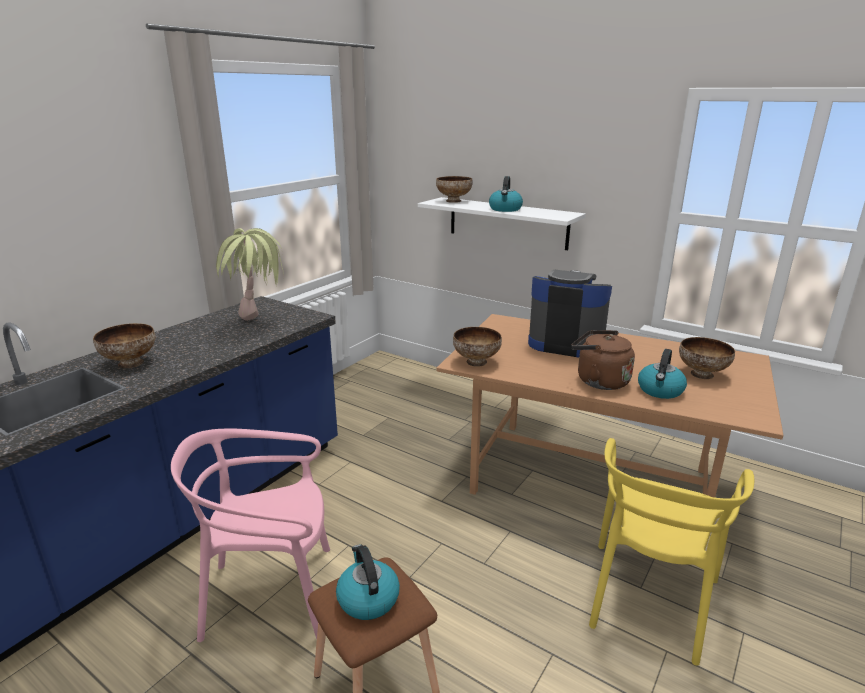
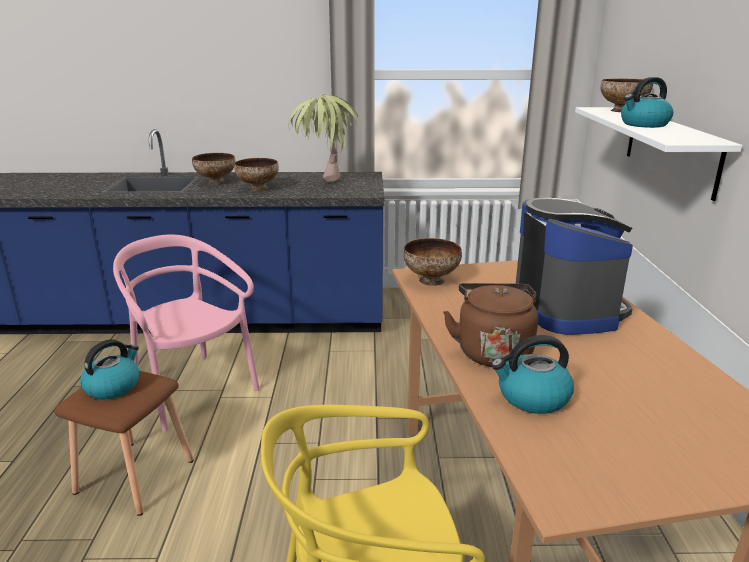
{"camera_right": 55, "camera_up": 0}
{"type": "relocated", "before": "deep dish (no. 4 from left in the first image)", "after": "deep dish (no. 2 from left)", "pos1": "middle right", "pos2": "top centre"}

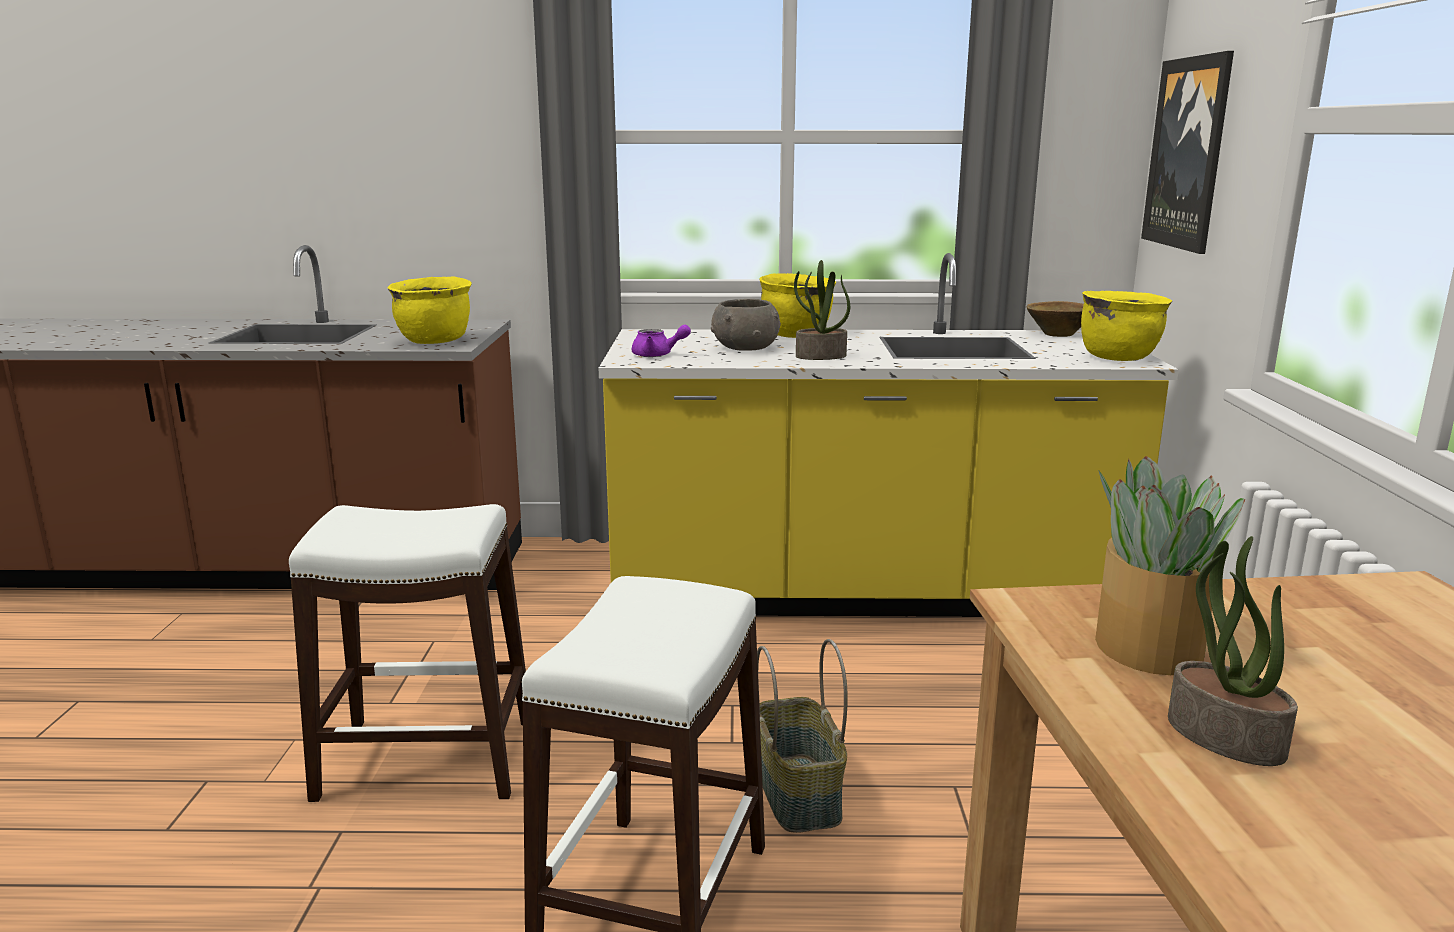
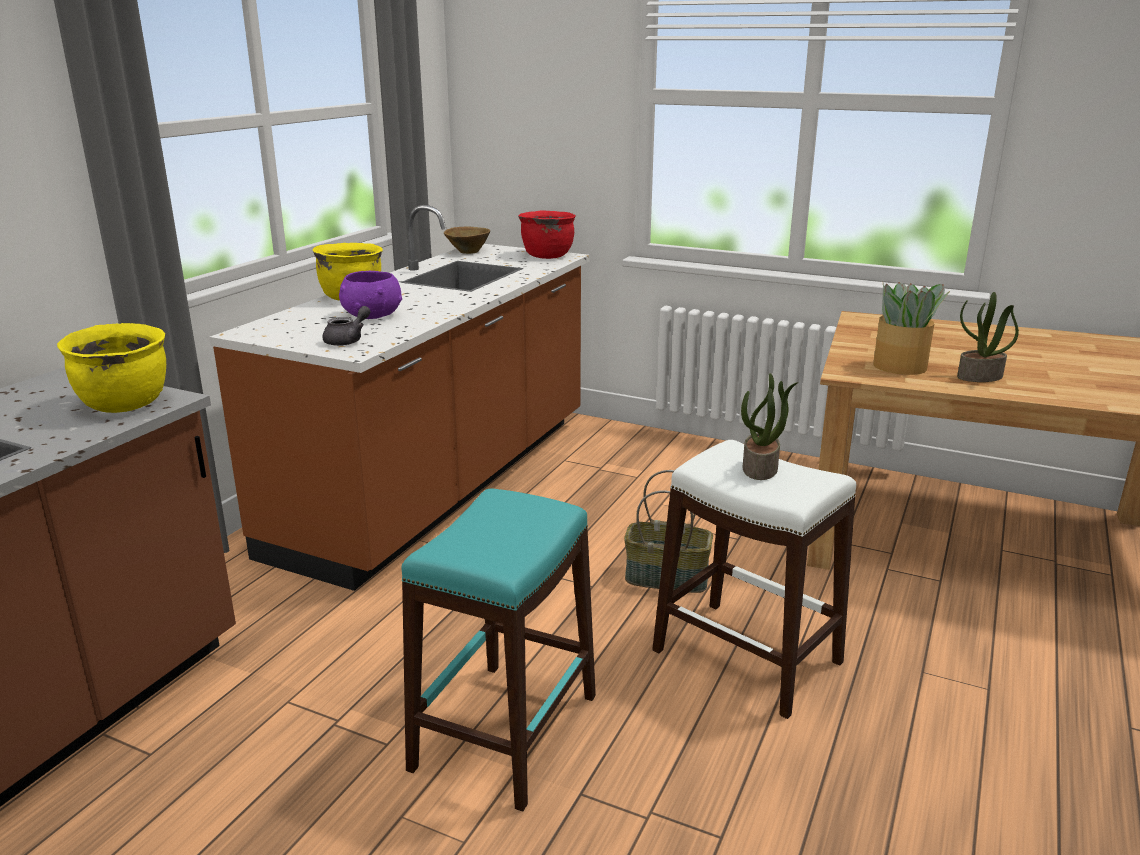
{"camera_right": -65, "camera_up": 5}
{"type": "missing", "before": "picture", "pos1": "top right"}
{"type": "colour", "before": "yellowish counter", "after": "brownish counter (no. 2 from left)", "pos1": "centre", "pos2": "centre"}
{"type": "relocated", "before": "potted plant (no. 1 from left)", "pos1": "top centre", "pos2": "middle right"}
{"type": "colour", "before": "yellowish stockpot (no. 3 from left)", "after": "reddish stockpot", "pos1": "middle right", "pos2": "top centre"}
{"type": "colour", "before": "grey deep dish", "after": "purple-coloured deep dish", "pos1": "centre", "pos2": "middle left"}
{"type": "colour", "before": "purple-coloured teapot", "after": "grey teapot", "pos1": "centre", "pos2": "middle left"}
{"type": "colour", "before": "white-coloured stool (no. 1 from left)", "after": "turquoise stool", "pos1": "bottom left", "pos2": "bottom centre"}

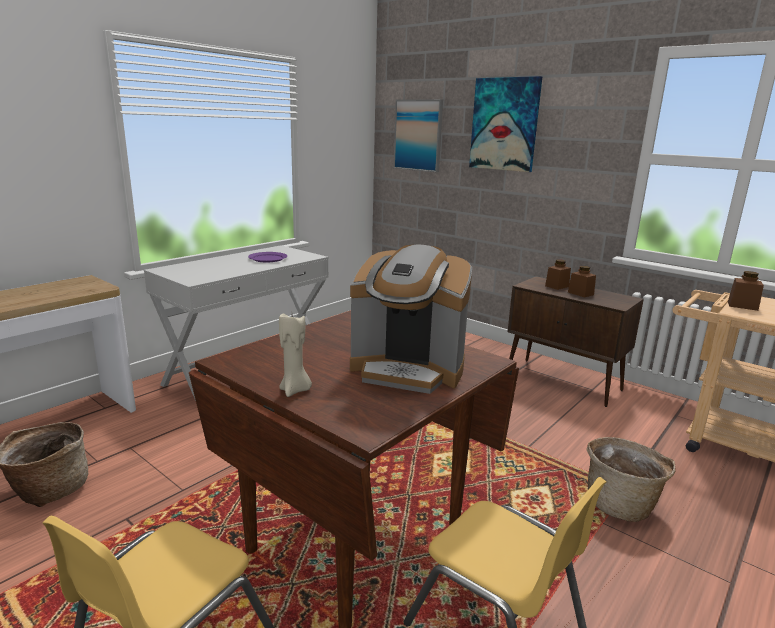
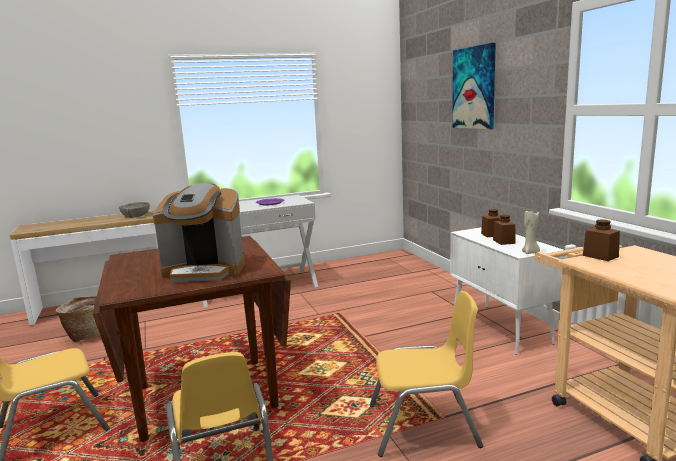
{"camera_right": 30, "camera_up": -5}
{"type": "missing", "before": "picture (no. 1 from left)", "pos1": "top centre"}
{"type": "spun", "before": "coffee maker", "pos1": "centre", "pos2": "middle left", "turn": -45}
{"type": "colour", "before": "brownish cabinet", "after": "white-coloured cabinet", "pos1": "middle right", "pos2": "middle right"}
{"type": "relocated", "before": "beige-coloured wax candle", "pos1": "centre", "pos2": "middle right"}
{"type": "exchanged", "before": "storage basket (no. 2 from left)", "after": "yellowish plain chair (no. 3 from left)", "pos1": "bottom right", "pos2": "bottom centre"}
{"type": "appeared", "after": "grey deep dish", "pos2": "middle left"}

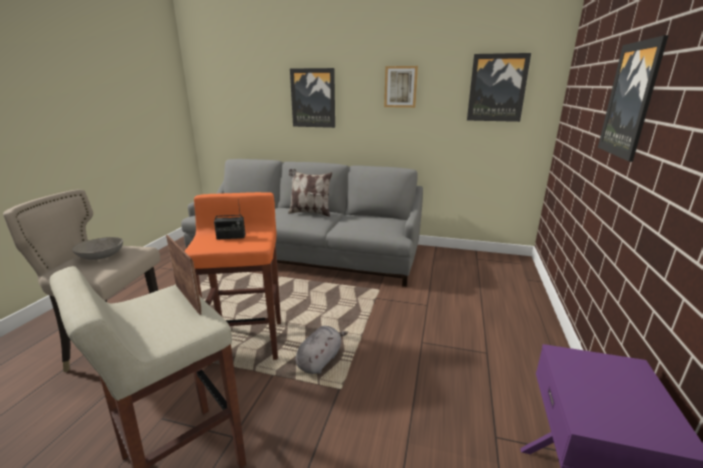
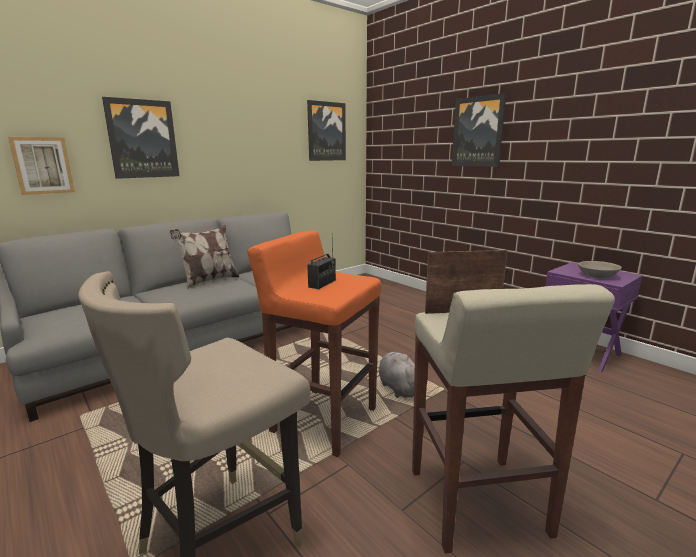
{"camera_right": -55, "camera_up": -5}
{"type": "relocated", "before": "picture (no. 2 from left in the first image)", "after": "picture (no. 1 from left)", "pos1": "top centre", "pos2": "top left"}
{"type": "relocated", "before": "grey deep dish", "pos1": "middle left", "pos2": "middle right"}

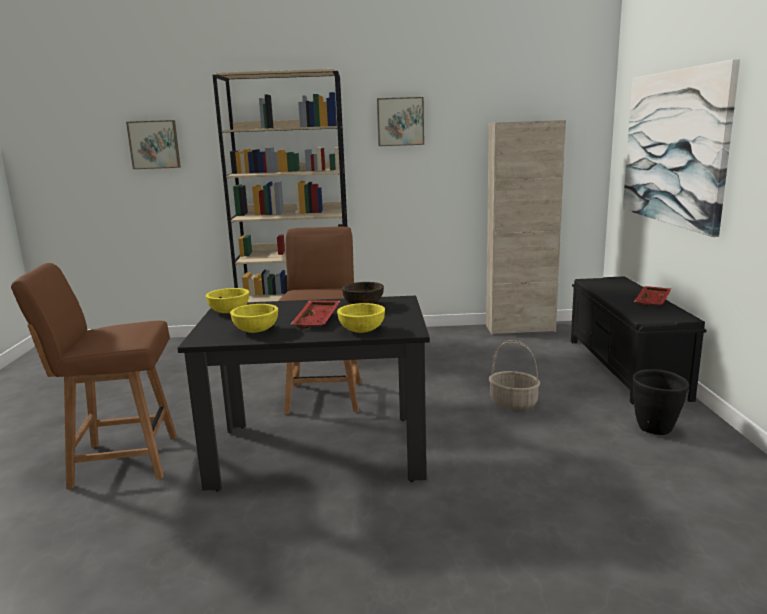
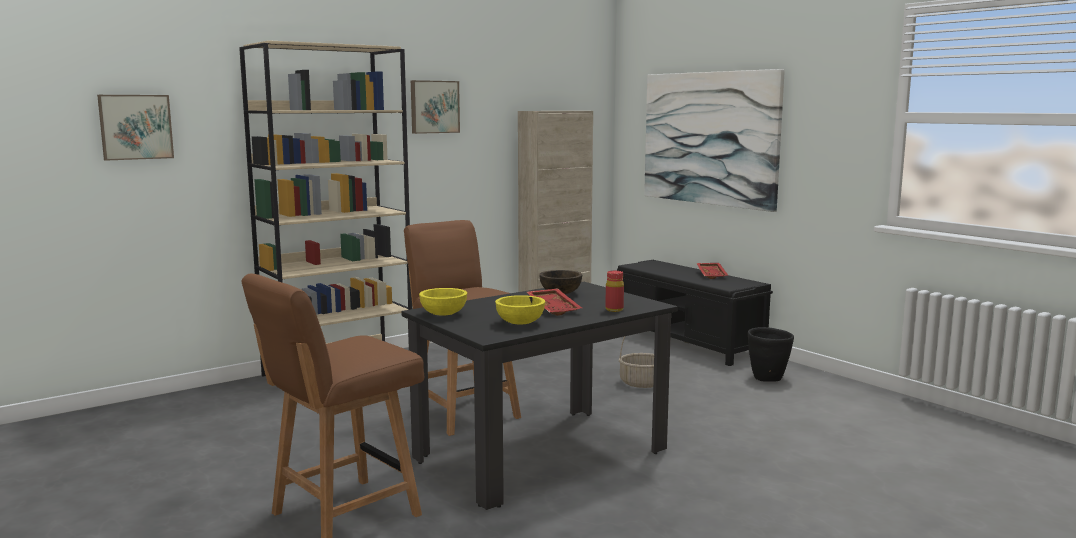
{"camera_right": -35, "camera_up": -5}
{"type": "exchanged", "before": "yellowish deep dish (no. 3 from left)", "after": "reddish beverage bottle", "pos1": "centre", "pos2": "centre"}

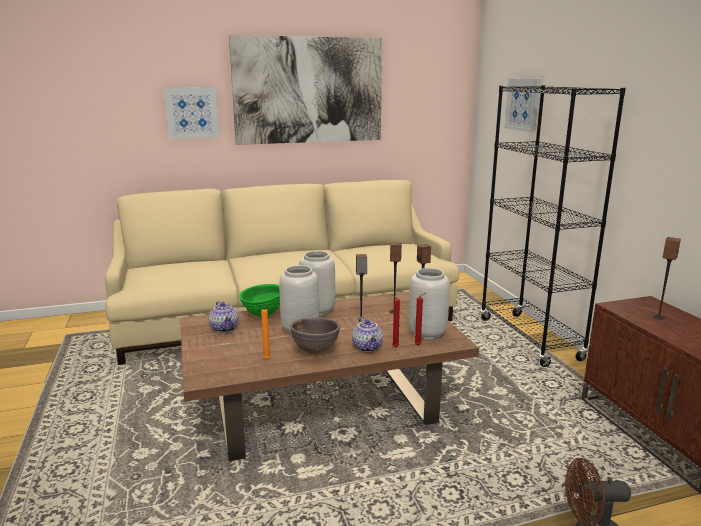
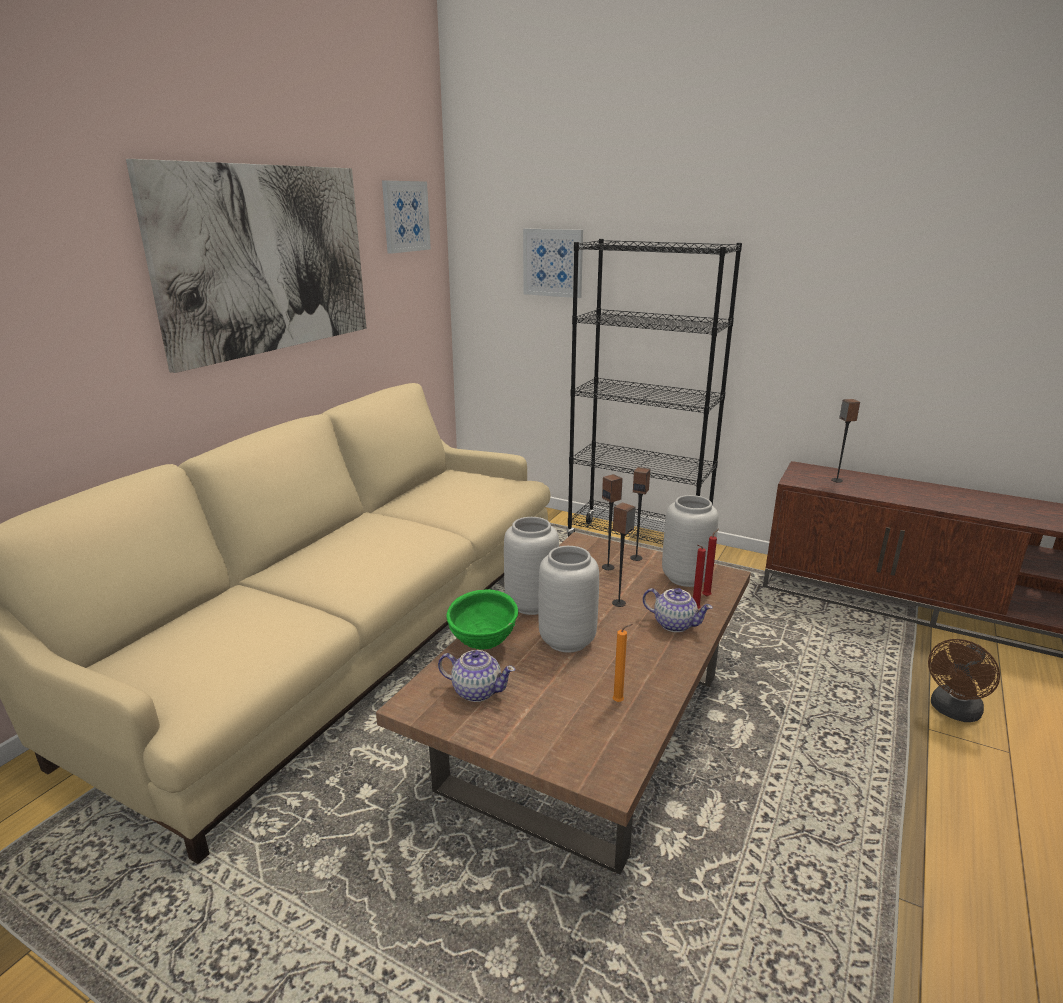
{"camera_right": -45, "camera_up": 5}
{"type": "relocated", "before": "picture (no. 1 from left in the first image)", "after": "picture (no. 2 from left)", "pos1": "top left", "pos2": "top centre"}
{"type": "missing", "before": "brownish deep dish", "pos1": "centre"}

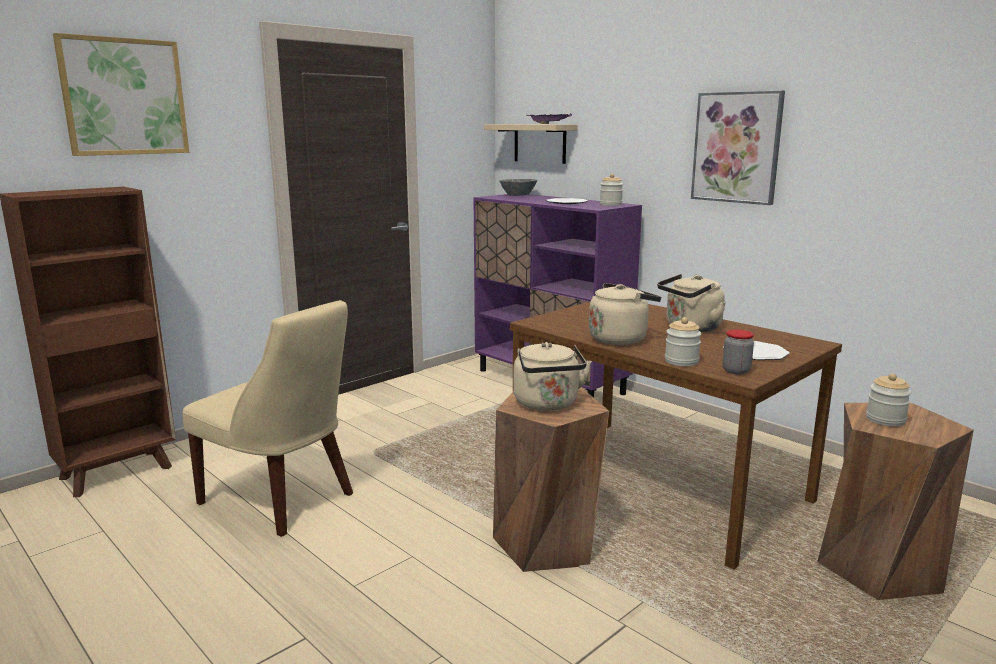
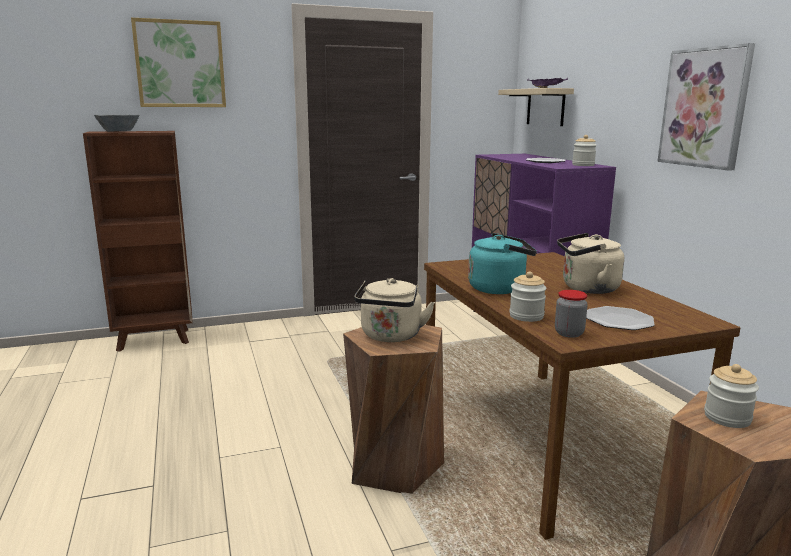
{"camera_right": 25, "camera_up": 0}
{"type": "relocated", "before": "grey deep dish", "pos1": "top centre", "pos2": "top left"}
{"type": "colour", "before": "beige-coloured tea kettle (no. 2 from left)", "after": "turquoise tea kettle", "pos1": "centre", "pos2": "centre"}
{"type": "missing", "before": "beige-coloured plain chair", "pos1": "middle left"}

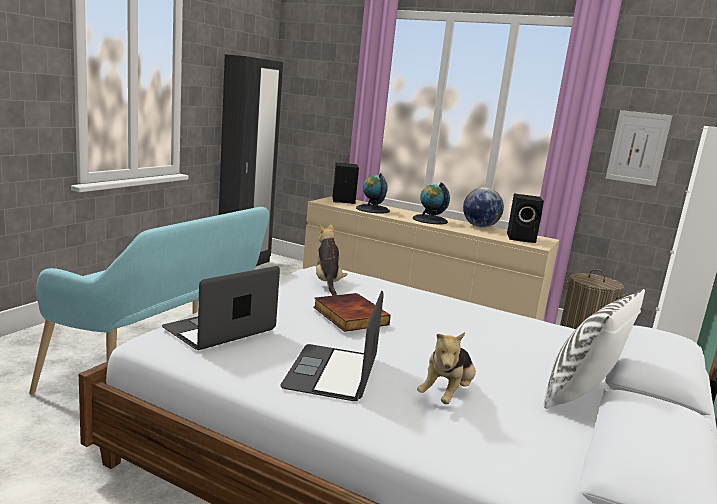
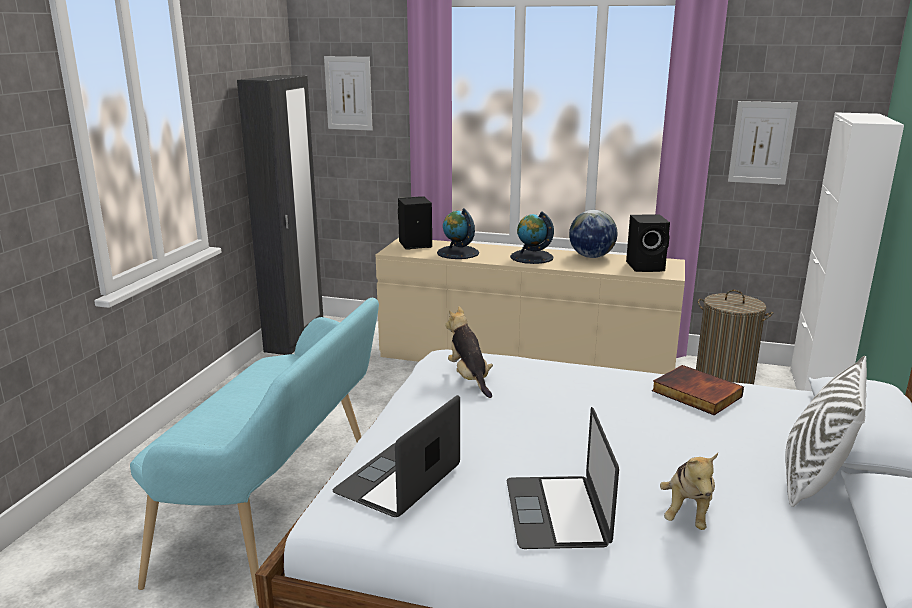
{"camera_right": -10, "camera_up": 5}
{"type": "relocated", "before": "book", "pos1": "centre", "pos2": "middle right"}
{"type": "appeared", "after": "picture (no. 1 from left)", "pos2": "top centre"}

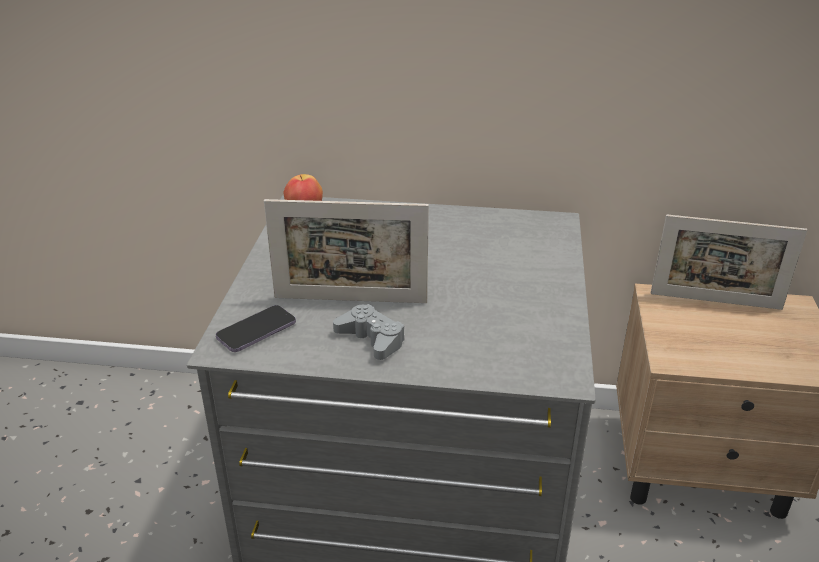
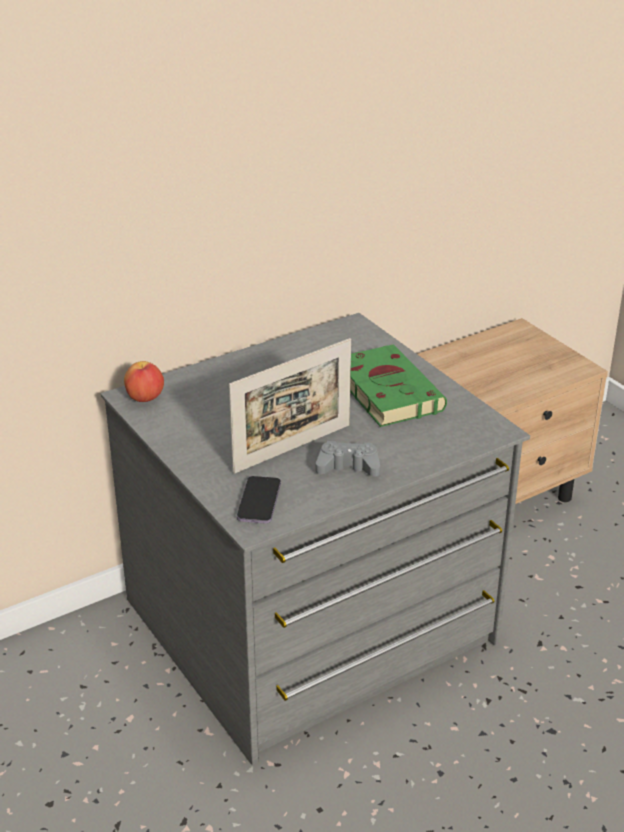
{"camera_right": -40, "camera_up": 0}
{"type": "missing", "before": "photo frame (no. 2 from left)", "pos1": "middle right"}
{"type": "appeared", "after": "green book", "pos2": "centre"}

